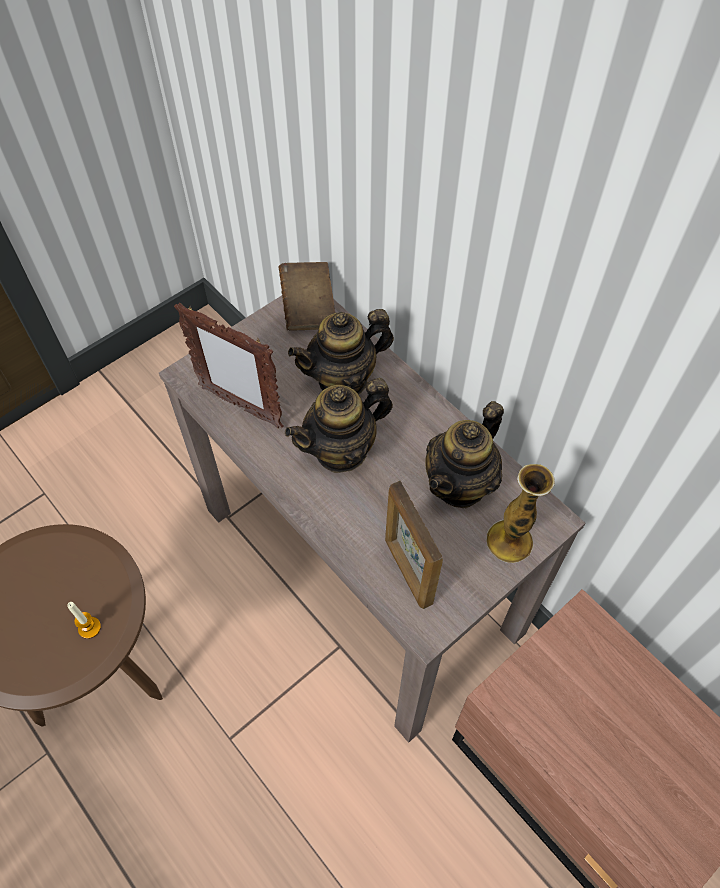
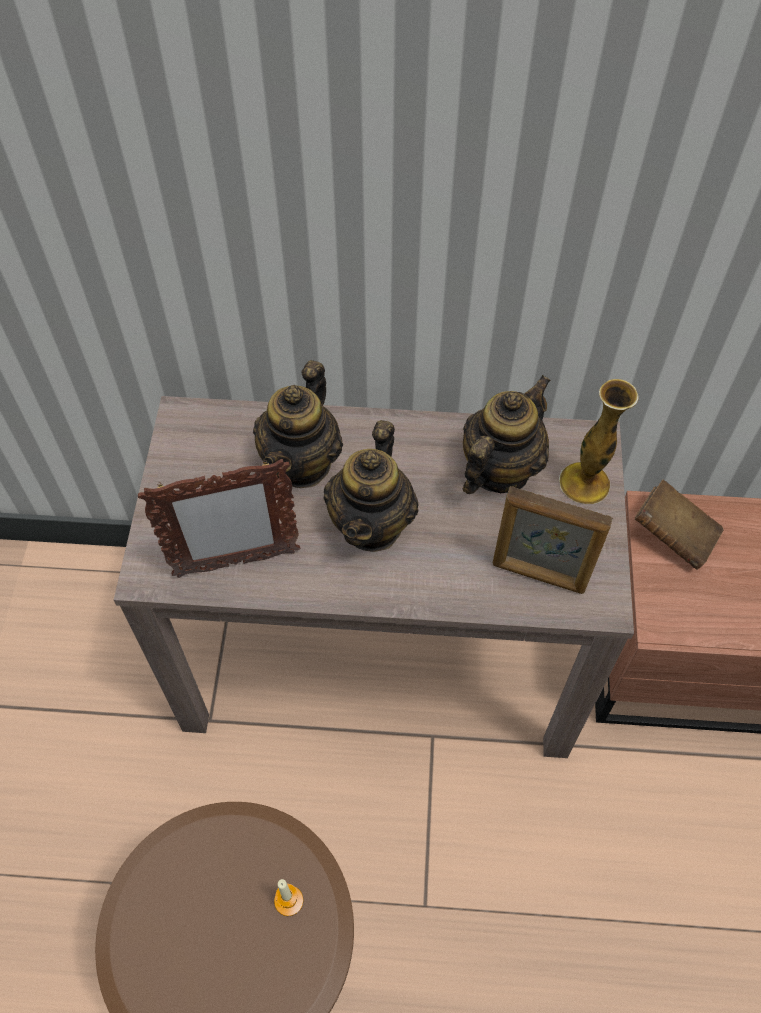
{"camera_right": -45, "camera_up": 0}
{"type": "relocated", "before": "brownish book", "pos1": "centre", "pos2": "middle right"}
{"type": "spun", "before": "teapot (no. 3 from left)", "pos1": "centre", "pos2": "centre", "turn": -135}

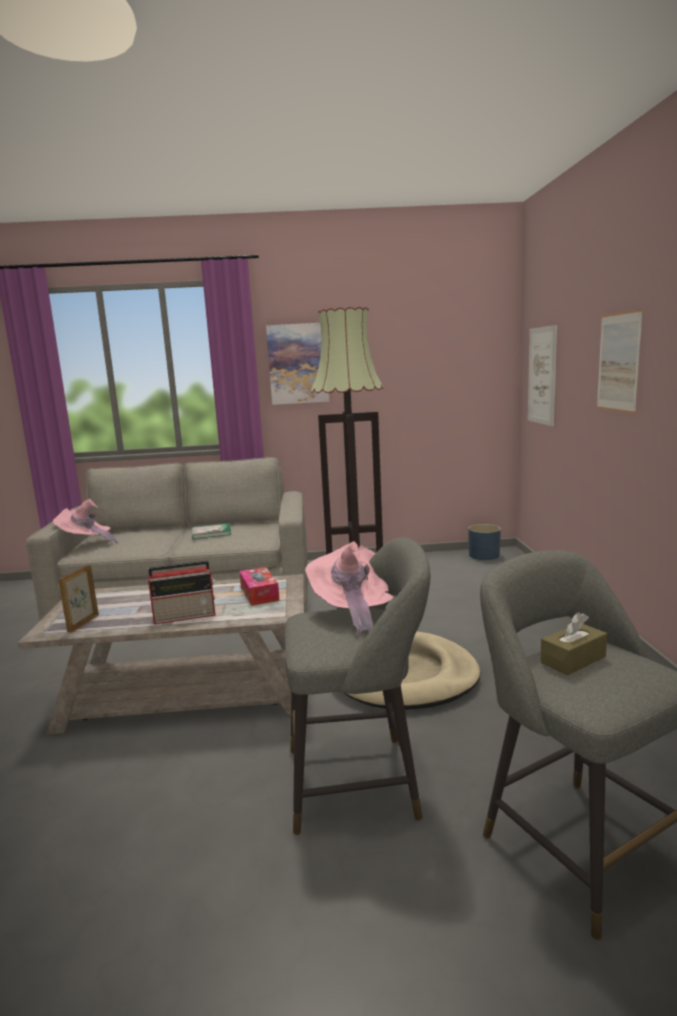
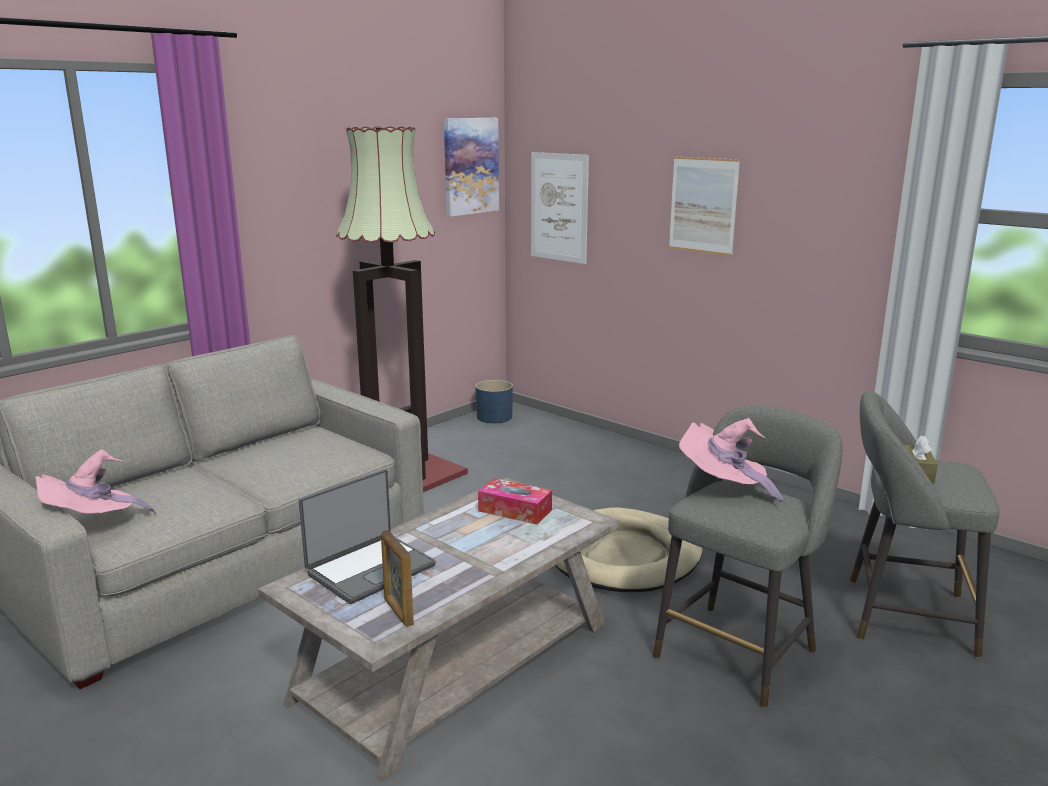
{"camera_right": -45, "camera_up": 5}
{"type": "relocated", "before": "picture (no. 1 from left)", "pos1": "centre", "pos2": "top centre"}
{"type": "missing", "before": "book", "pos1": "middle left"}
{"type": "missing", "before": "radio receiver", "pos1": "middle left"}
{"type": "appeared", "after": "notebook computer", "pos2": "bottom centre"}

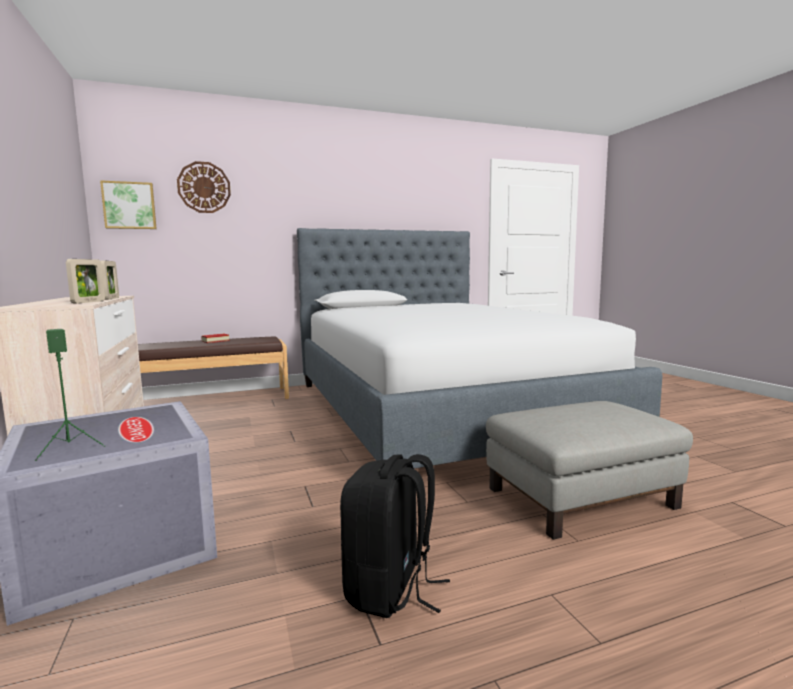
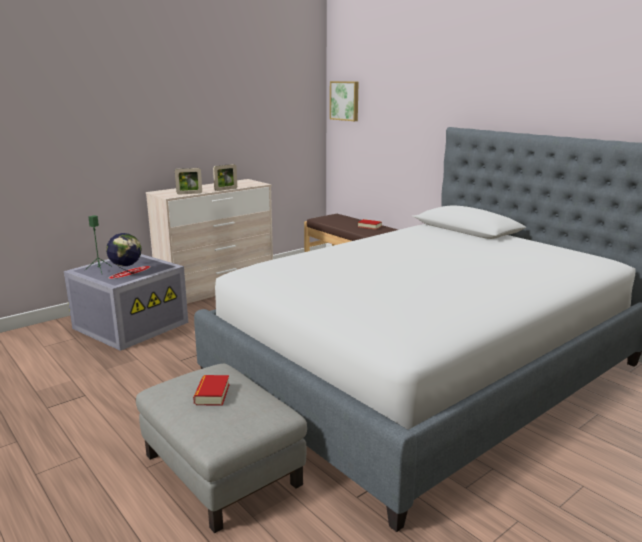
{"camera_right": 70, "camera_up": 10}
{"type": "missing", "before": "wall clock", "pos1": "top left"}
{"type": "missing", "before": "black backpack", "pos1": "bottom centre"}
{"type": "appeared", "after": "desk globe", "pos2": "middle left"}
{"type": "appeared", "after": "book (no. 1 from left)", "pos2": "bottom left"}

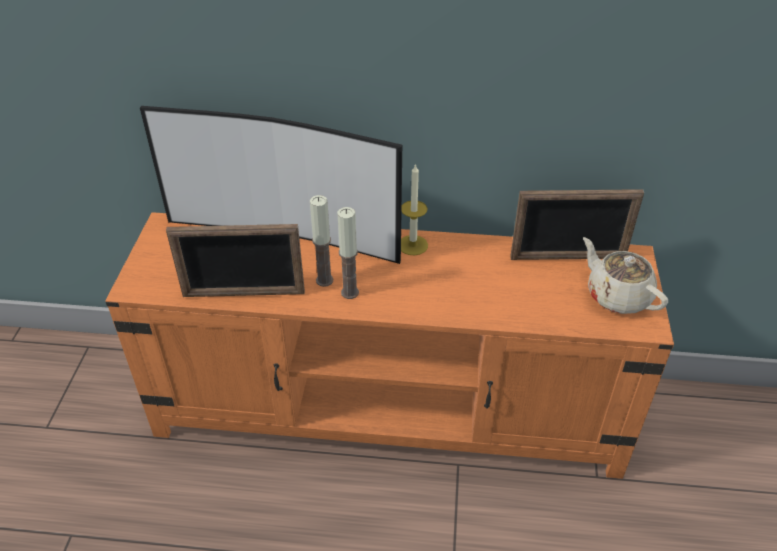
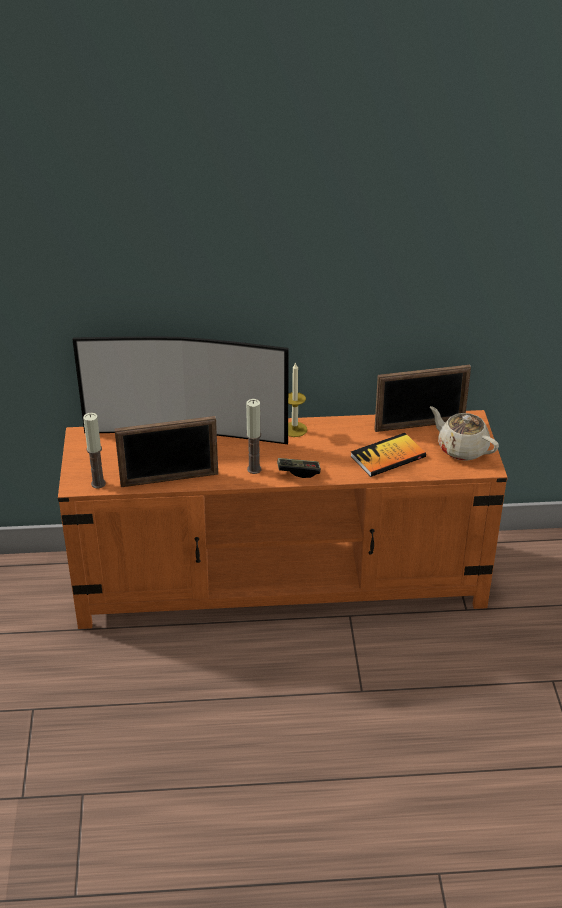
{"camera_right": -10, "camera_up": -5}
{"type": "relocated", "before": "wax candle (no. 1 from left)", "pos1": "centre", "pos2": "middle left"}
{"type": "appeared", "after": "book", "pos2": "middle right"}
{"type": "appeared", "after": "game controller", "pos2": "centre"}

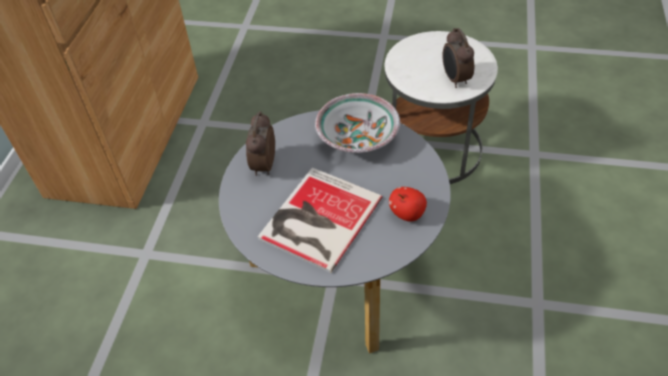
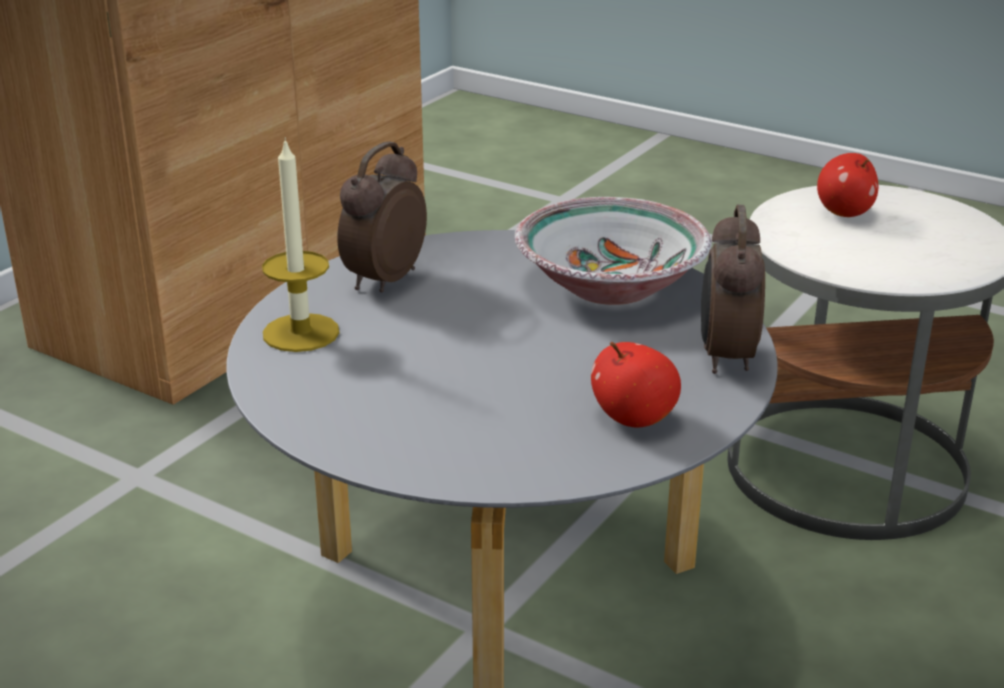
{"camera_right": 20, "camera_up": -20}
{"type": "relocated", "before": "alarm clock (no. 2 from left)", "pos1": "top right", "pos2": "middle right"}
{"type": "missing", "before": "book", "pos1": "centre"}
{"type": "appeared", "after": "wax candle", "pos2": "middle left"}
{"type": "appeared", "after": "apple (no. 2 from left)", "pos2": "top right"}

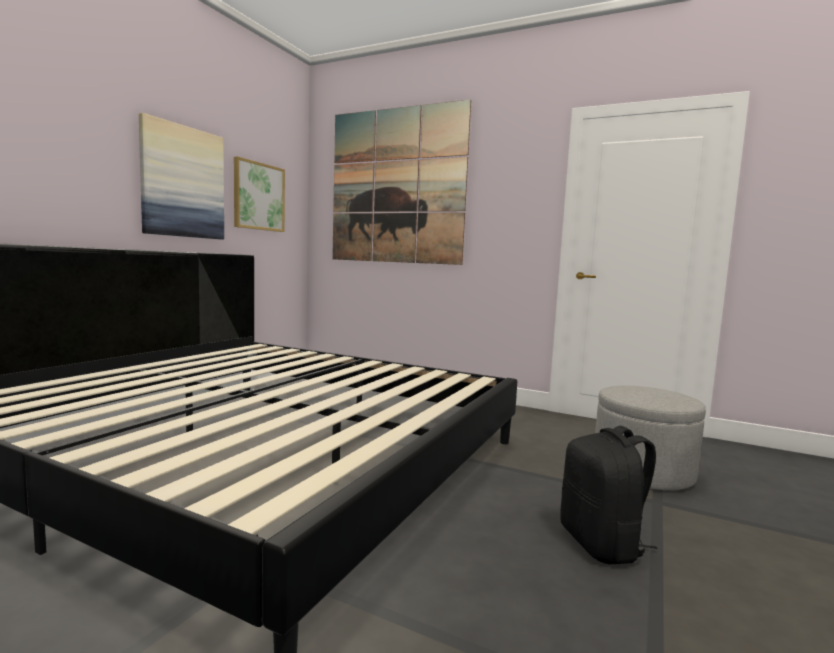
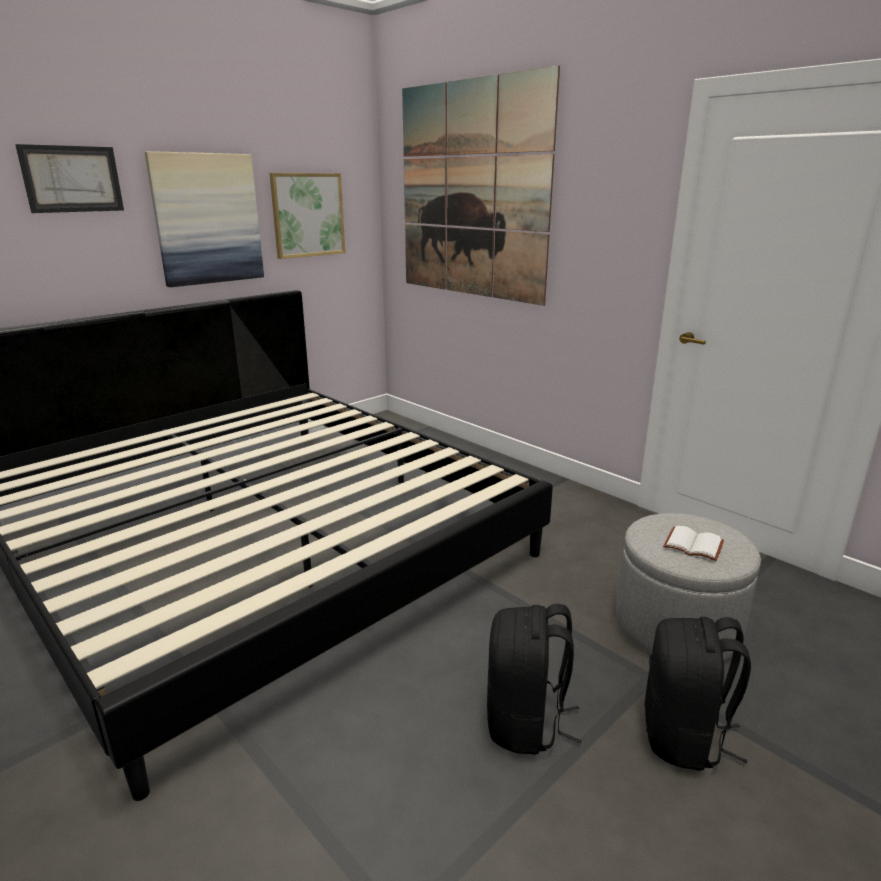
{"camera_right": 20, "camera_up": 15}
{"type": "appeared", "after": "picture (no. 1 from left)", "pos2": "top left"}
{"type": "appeared", "after": "white-coloured book", "pos2": "middle right"}
{"type": "appeared", "after": "black backpack (no. 2 from left)", "pos2": "bottom right"}

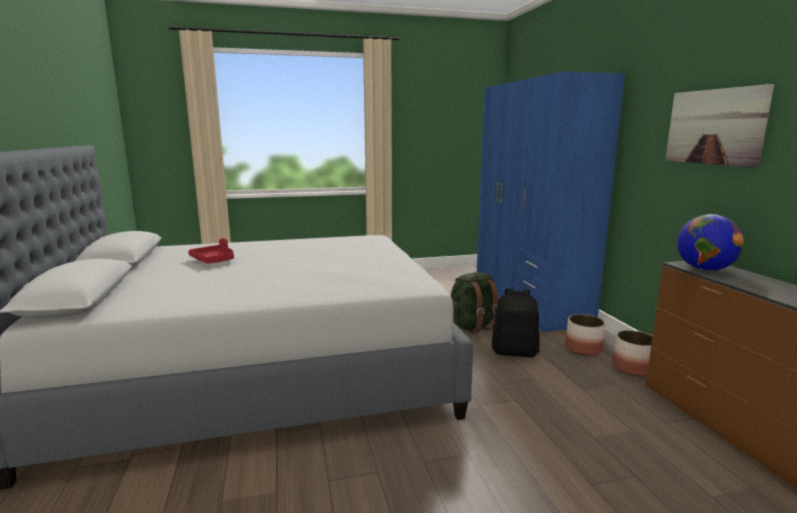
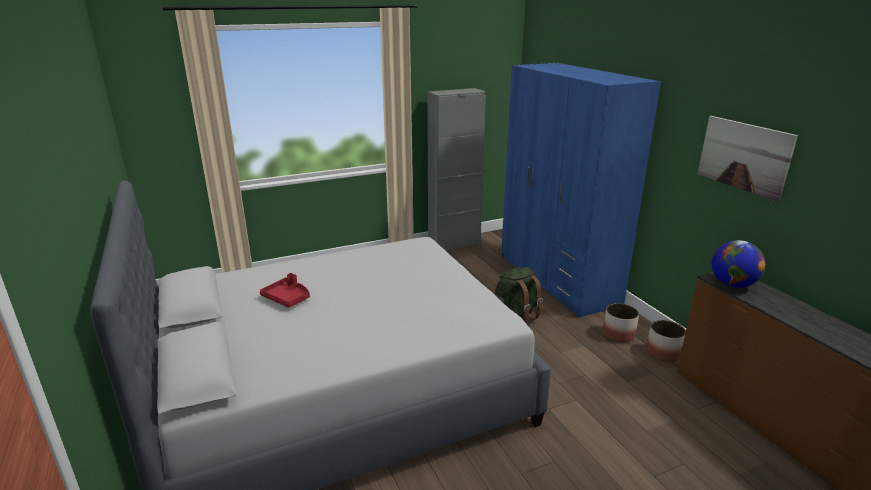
{"camera_right": -10, "camera_up": 10}
{"type": "missing", "before": "black backpack", "pos1": "centre"}
{"type": "appeared", "after": "grey cabinet", "pos2": "centre"}

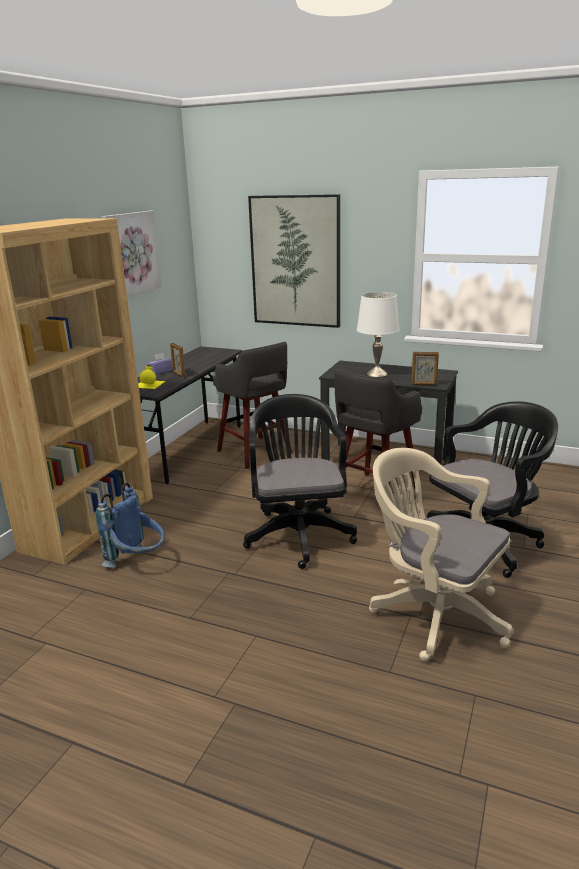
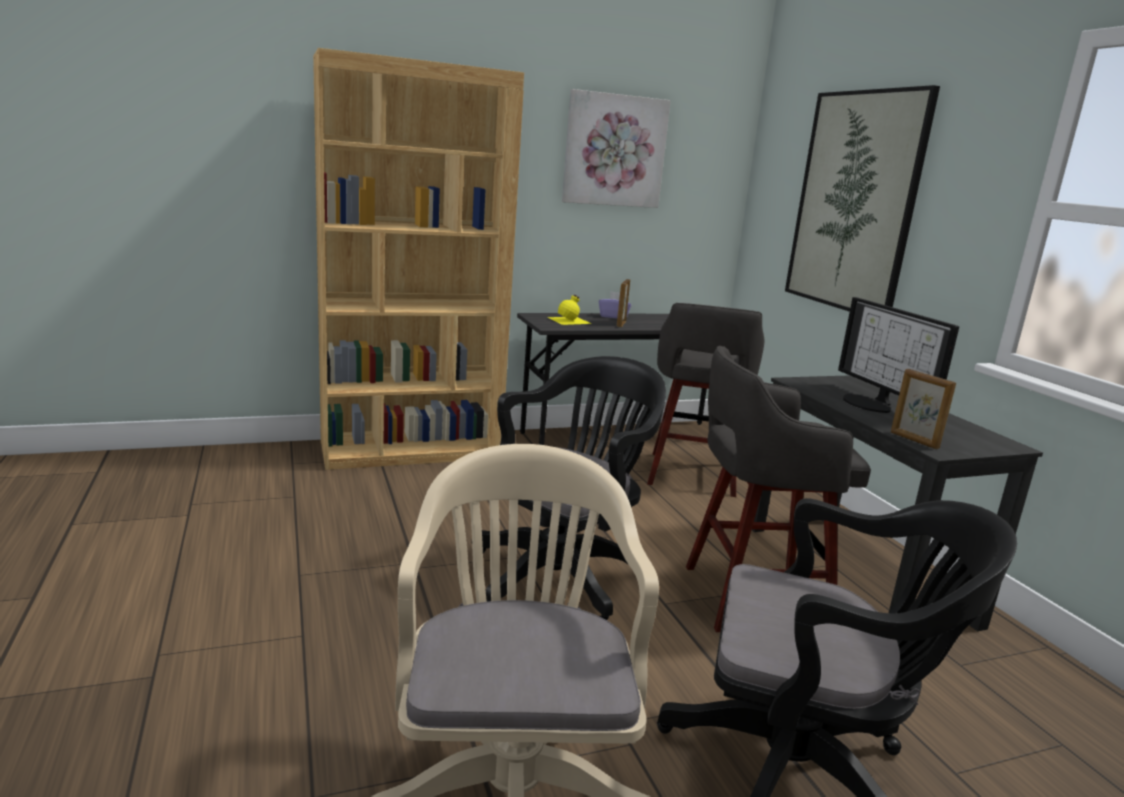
{"camera_right": 45, "camera_up": -5}
{"type": "exchanged", "before": "white-coloured lamp for a table", "after": "computer display", "pos1": "centre", "pos2": "middle right"}
{"type": "missing", "before": "blue-coloured backpack", "pos1": "middle left"}

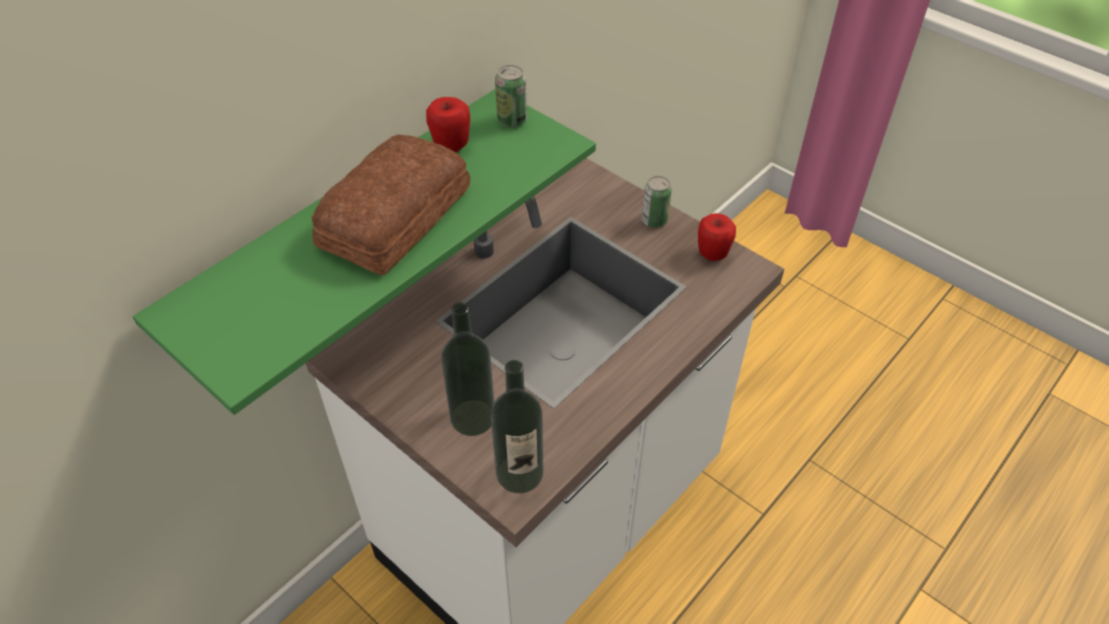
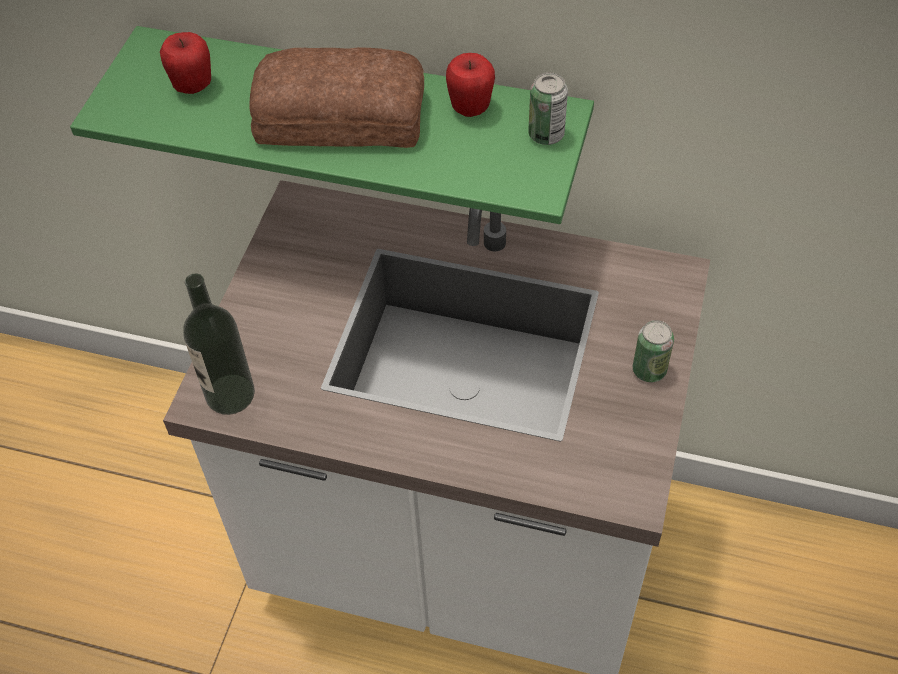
{"camera_right": 65, "camera_up": 5}
{"type": "relocated", "before": "apple (no. 2 from left in the first image)", "after": "apple (no. 1 from left)", "pos1": "centre", "pos2": "top left"}
{"type": "missing", "before": "beverage bottle (no. 1 from left)", "pos1": "centre"}

